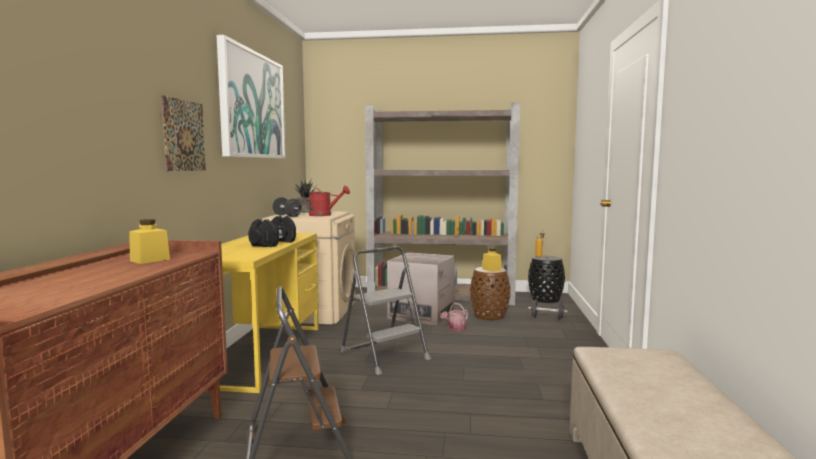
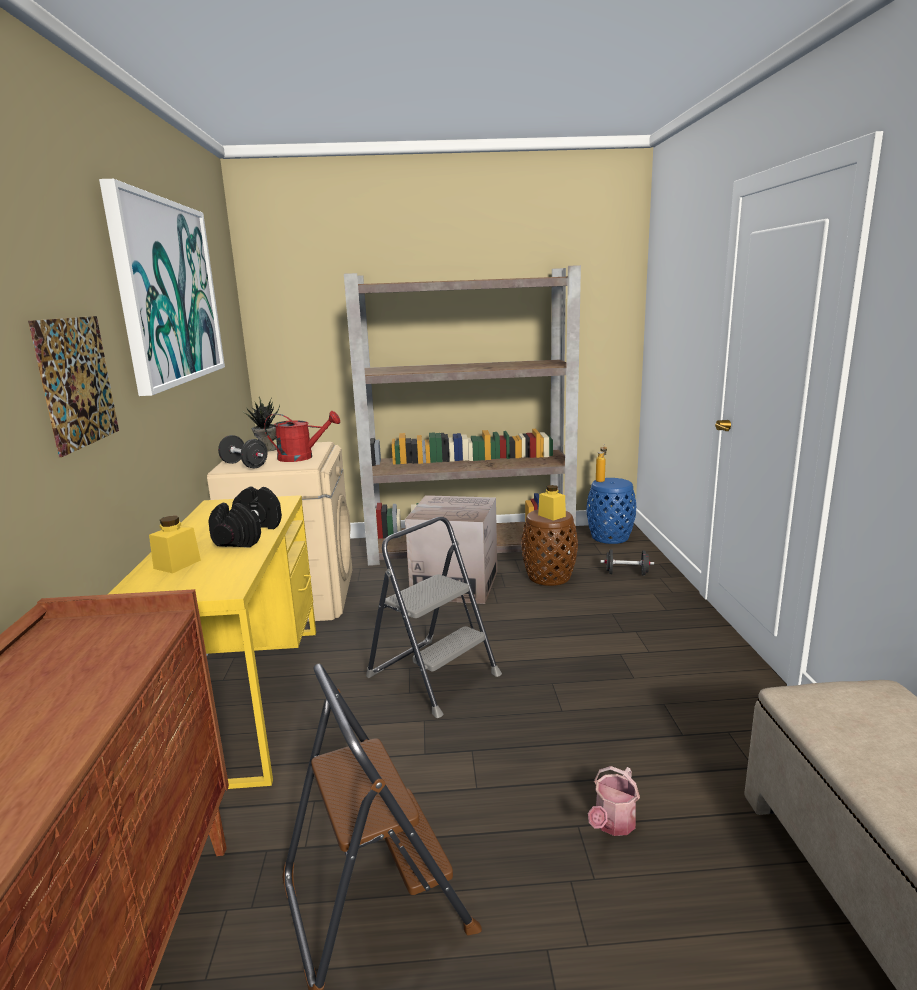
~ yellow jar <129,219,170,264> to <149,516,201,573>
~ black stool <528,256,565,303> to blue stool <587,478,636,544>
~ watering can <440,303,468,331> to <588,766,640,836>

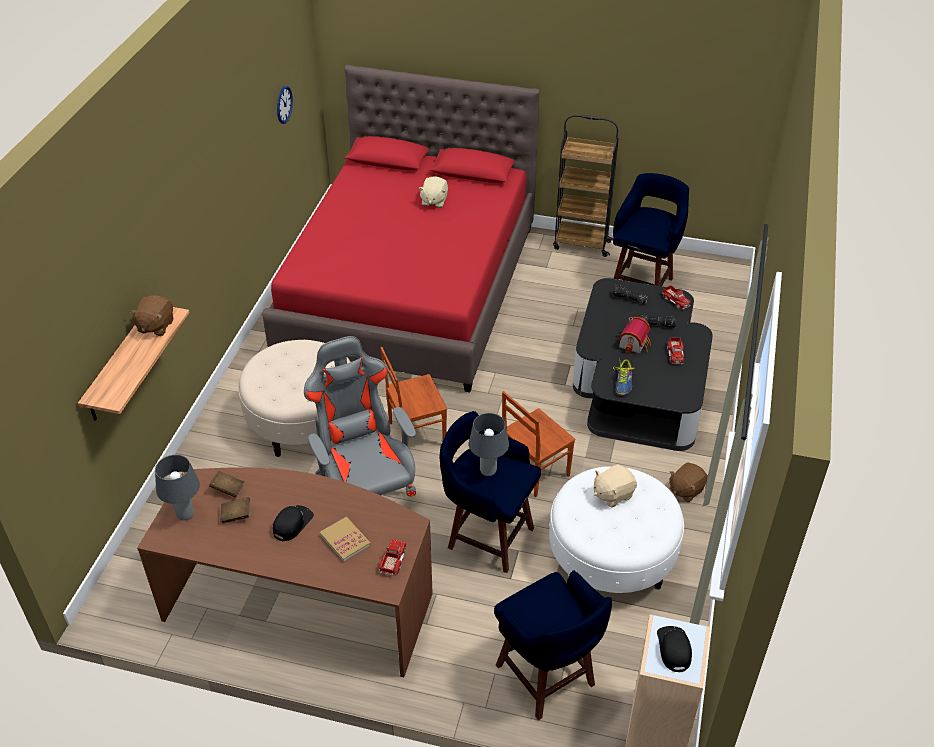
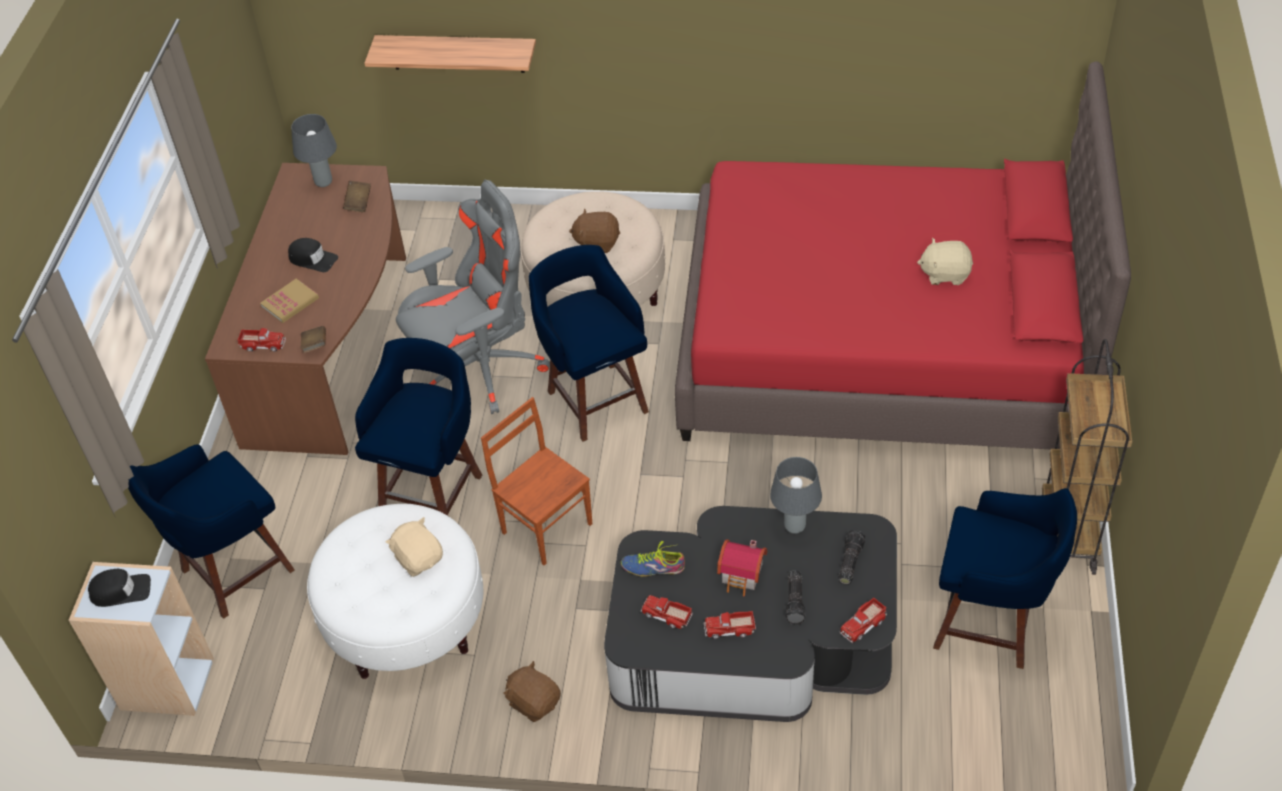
- wall clock <277,86,293,124>
~ brown plush toy <129,295,173,336> to <569,209,620,253>
~ brown chair <380,347,447,442> to blue stool <529,245,649,442>
~ grey table lamp <469,413,509,476> to <770,457,822,534>
~ brown book <220,497,250,524> to <301,326,326,353>
+ toy truck <641,595,693,629>

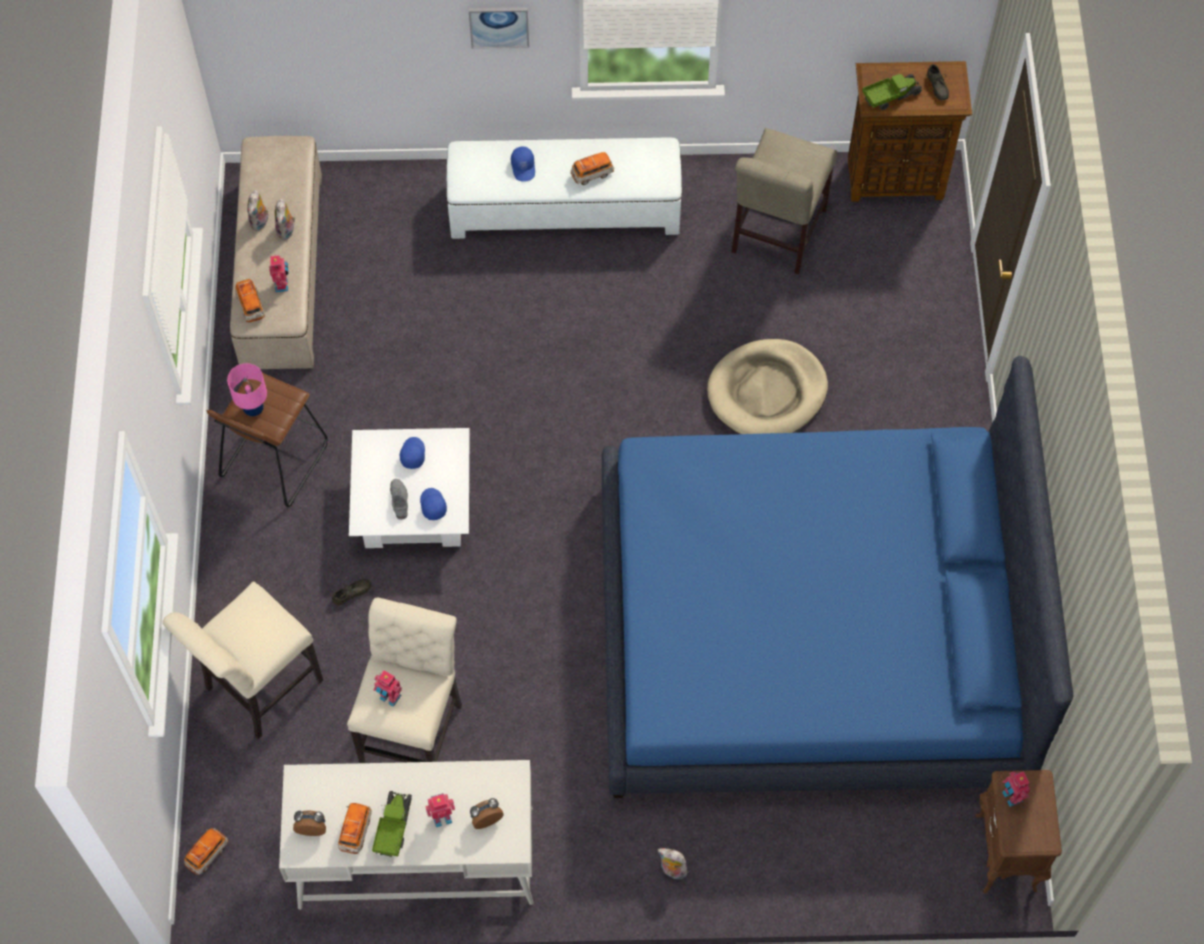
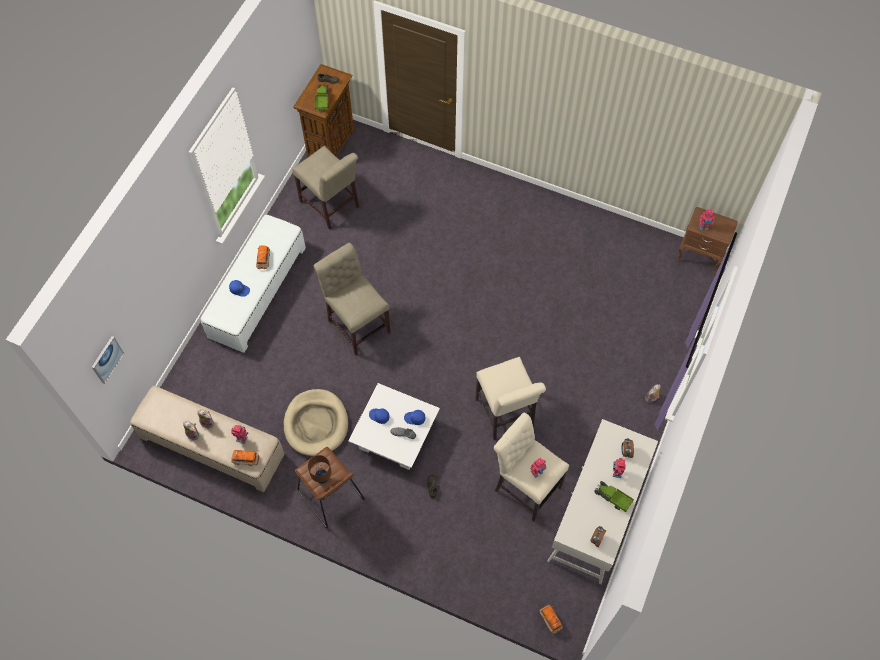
~ picture <469,7,529,48> to <92,336,124,384>
~ beige dog bed <707,339,828,434> to <284,389,348,456>
- blue bed <602,356,1073,798>
~ pink table lamp <227,363,267,416> to brown table lamp <308,455,331,484>
~ beige stool <163,582,323,739> to <475,357,546,440>
- toy car <338,803,372,854>
+ beige chair <314,243,391,355>

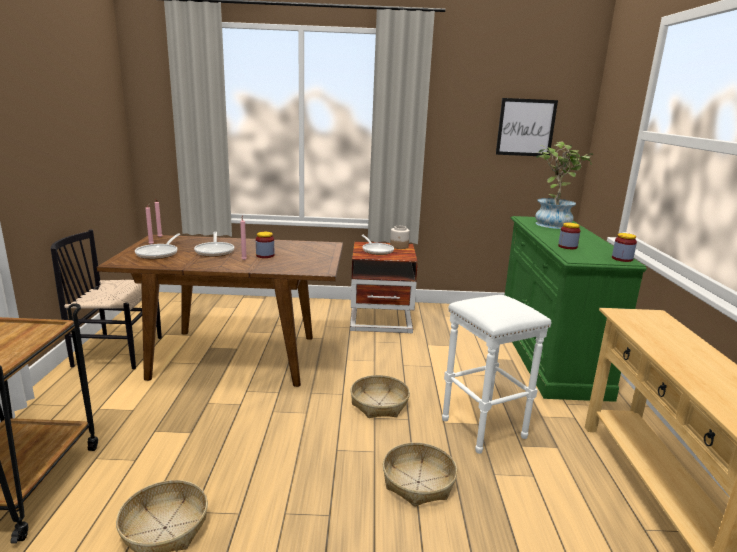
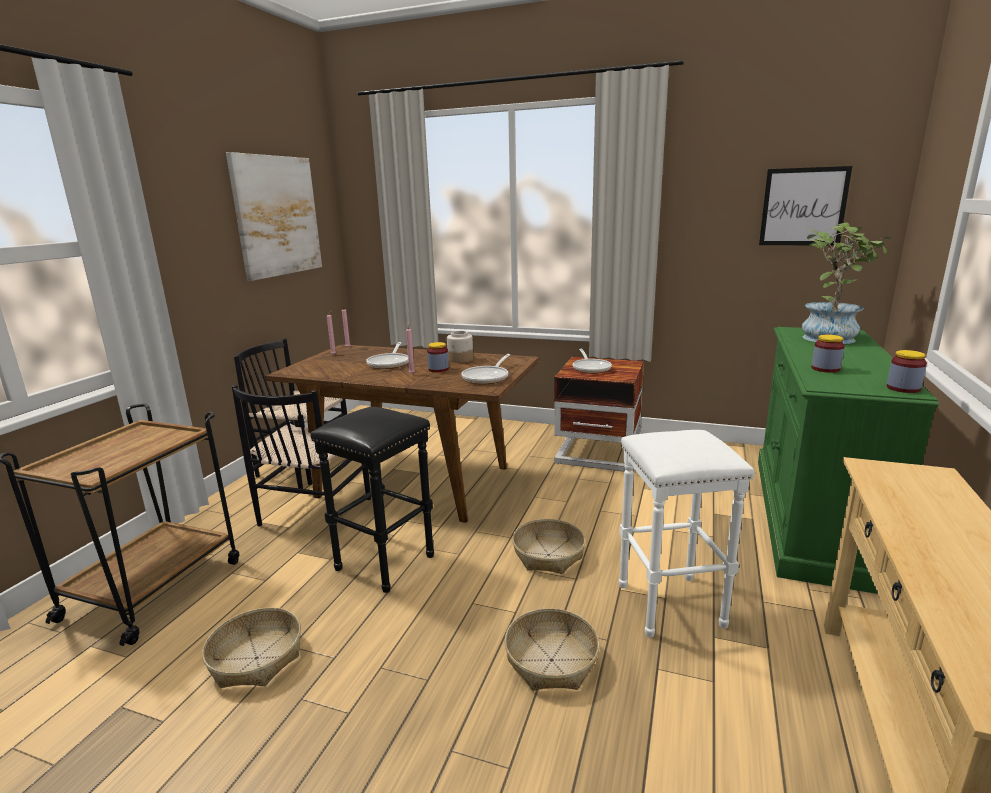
~ jar <390,226,410,249> to <447,331,473,363>
~ frying pan <135,234,180,259> to <462,354,510,384>
+ picture <226,152,322,281>
+ black chair <232,385,371,526>
+ black stool <310,407,434,593>

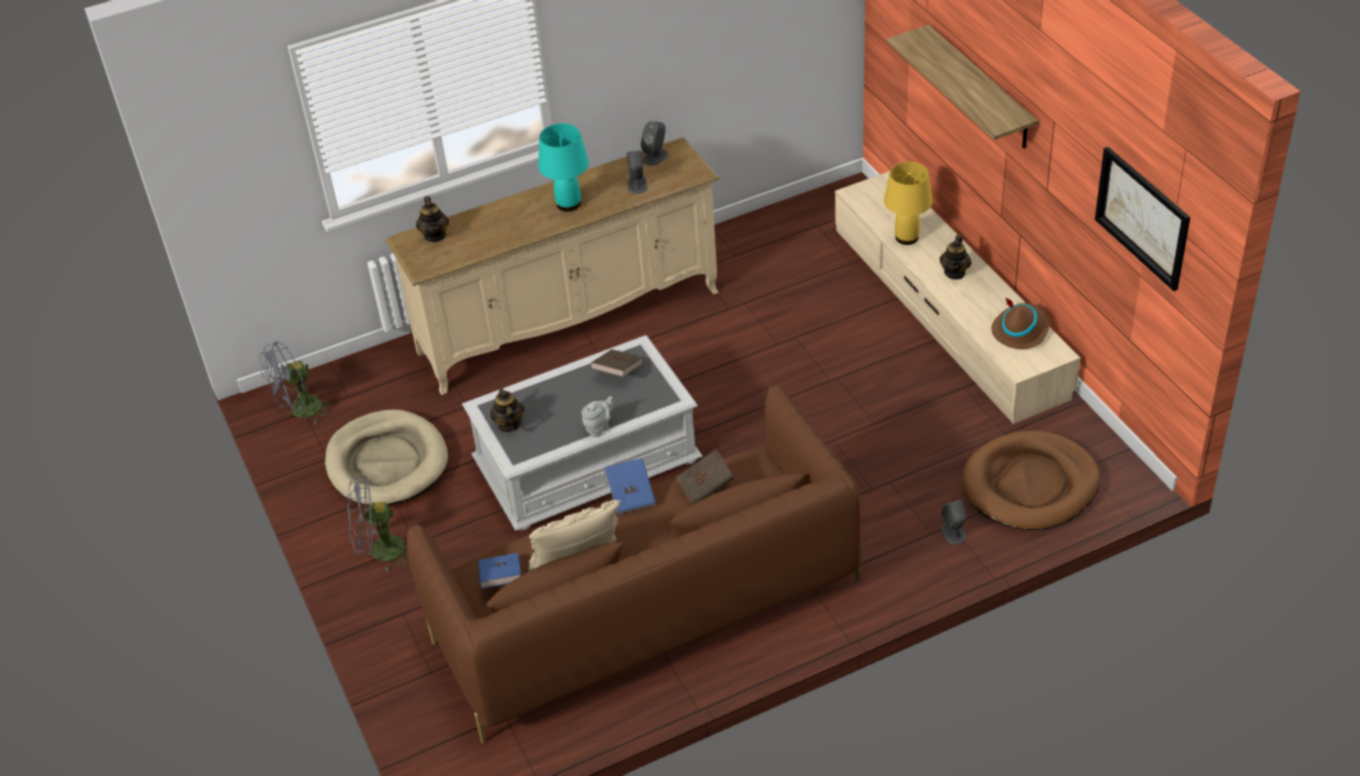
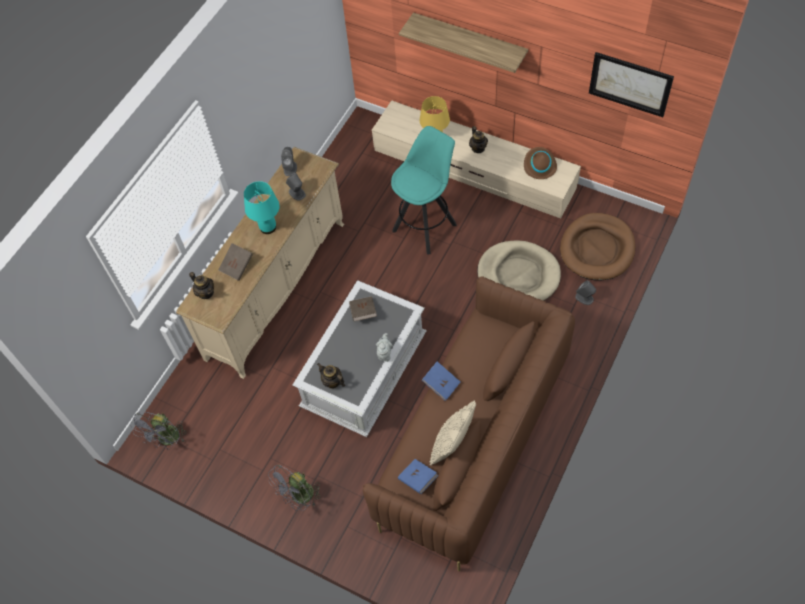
~ beige dog bed <325,409,448,506> to <477,240,561,301>
~ brown book <676,450,734,504> to <218,243,253,281>
+ turquoise stool <391,126,457,255>

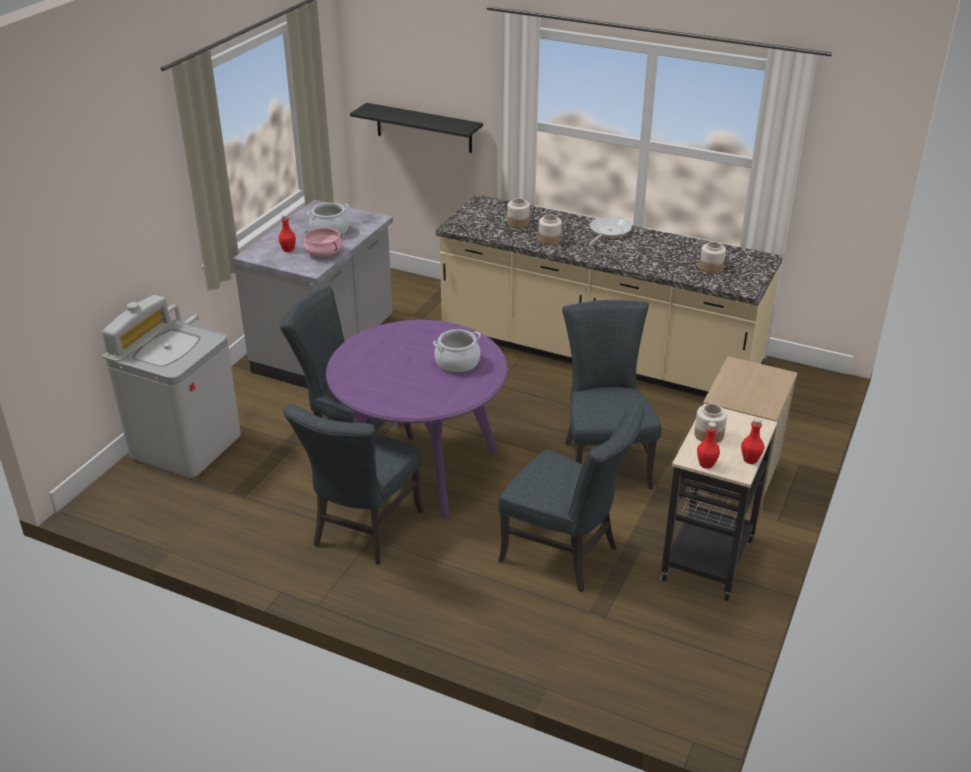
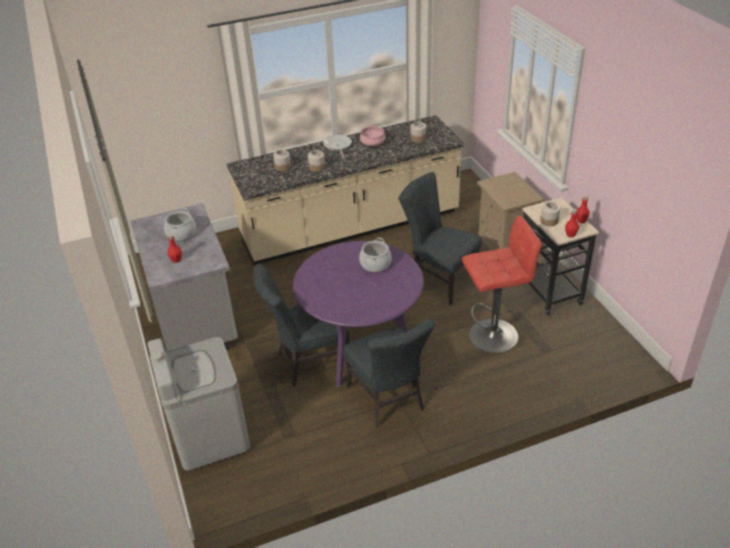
- black shelf <350,103,483,153>
~ pink cooking pot <303,227,342,257> to <358,126,388,146>
~ grey chair <498,404,645,593> to red stool <462,216,542,353>

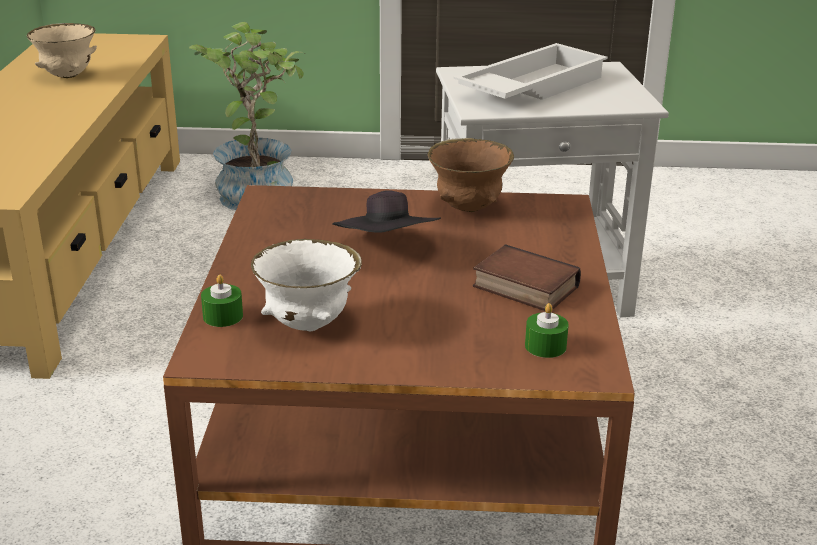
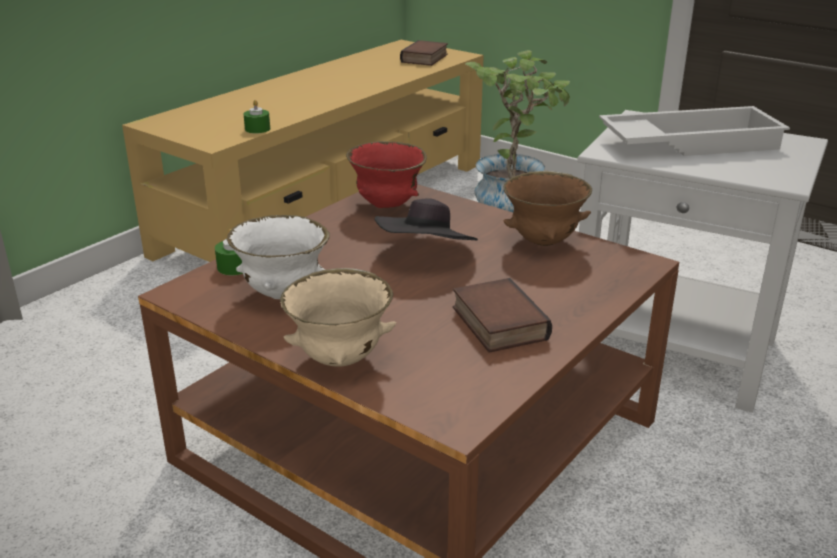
~ beige bowl <27,23,97,78> to <280,268,396,366>
~ green candle <525,303,569,358> to <243,100,270,133>
+ book <400,40,448,66>
+ red bowl <346,141,427,208>

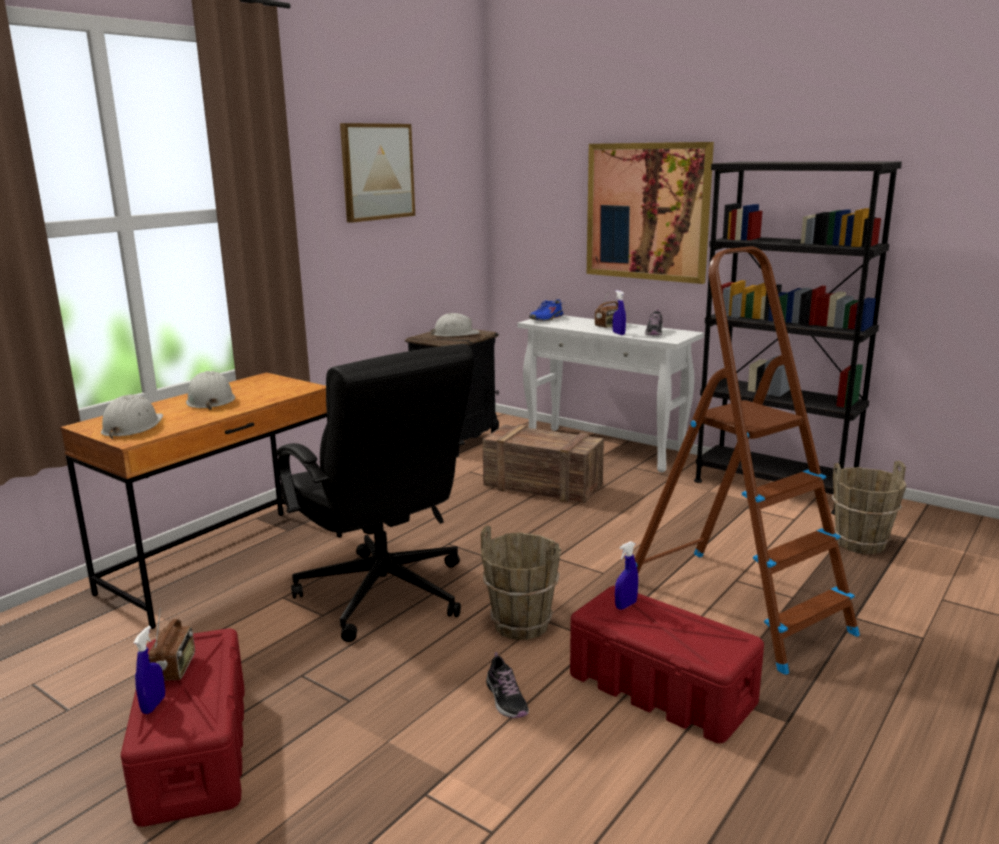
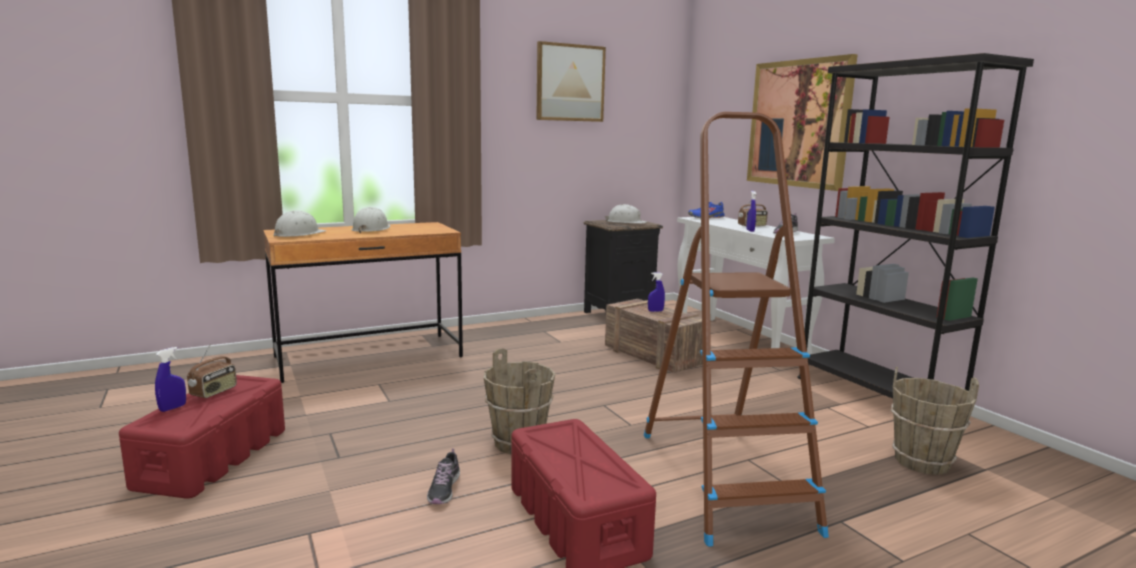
- black office chair <276,344,474,642>
~ blue spray bottle <615,541,638,610> to <648,272,665,312>

